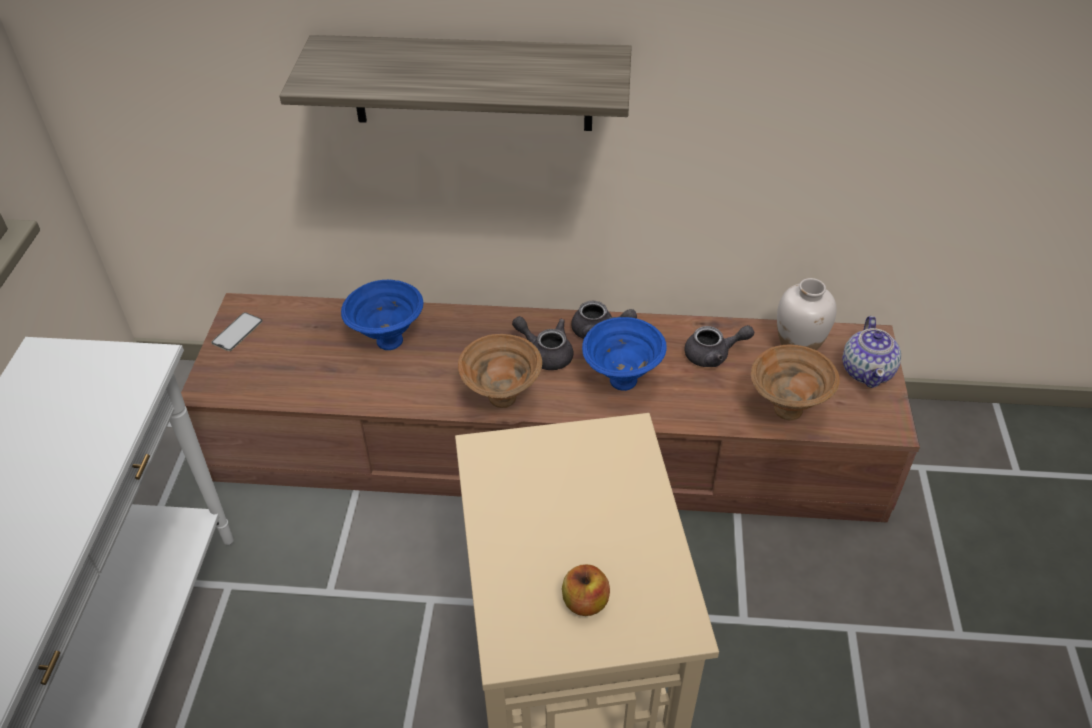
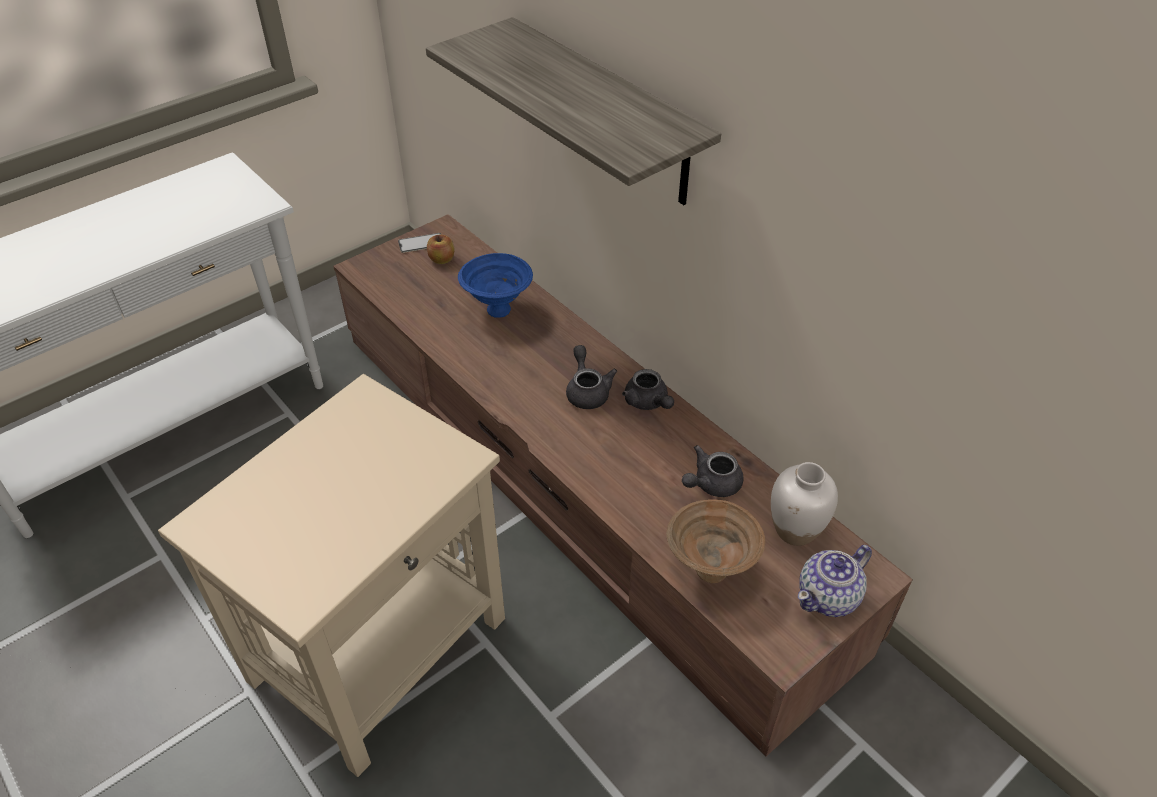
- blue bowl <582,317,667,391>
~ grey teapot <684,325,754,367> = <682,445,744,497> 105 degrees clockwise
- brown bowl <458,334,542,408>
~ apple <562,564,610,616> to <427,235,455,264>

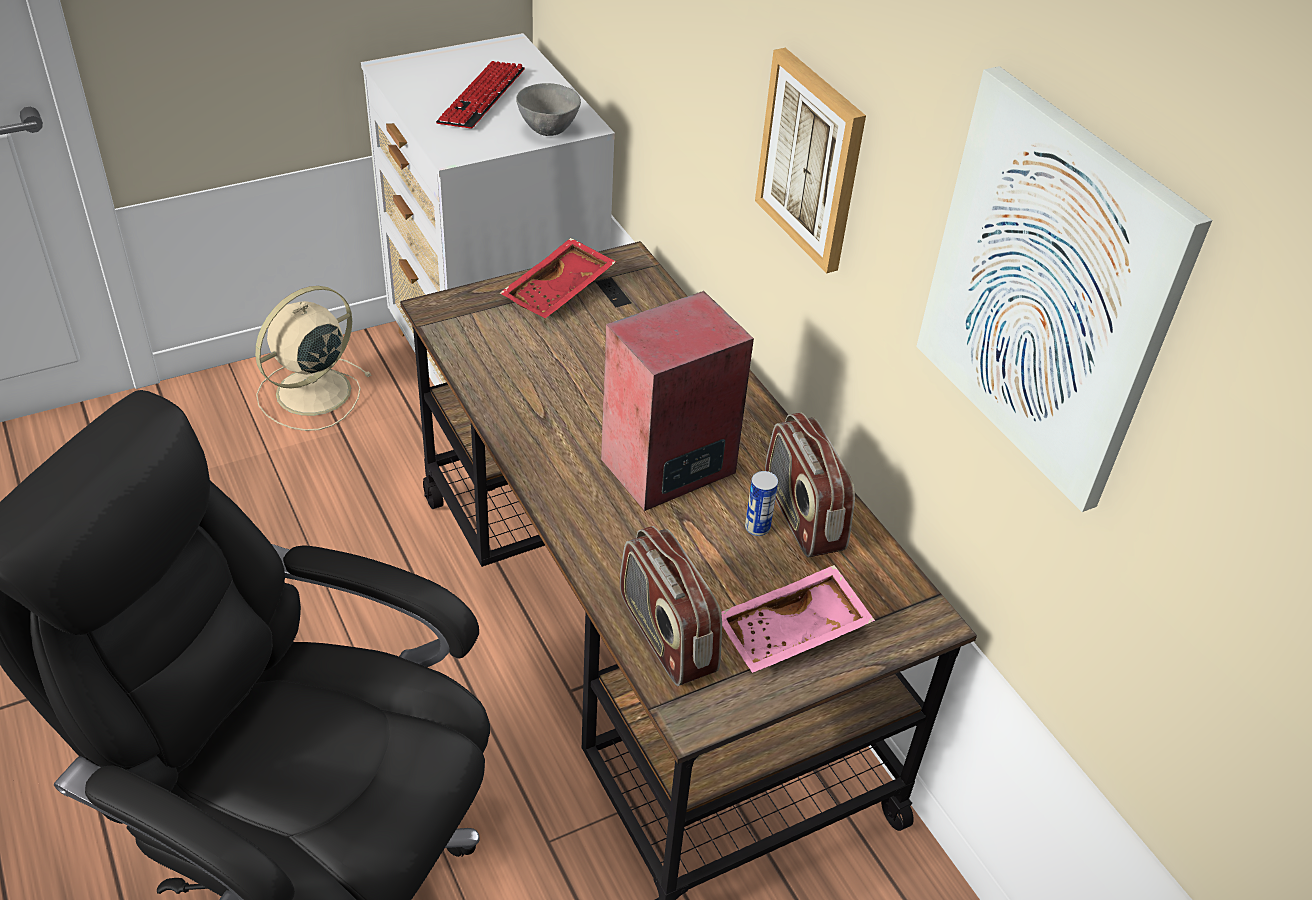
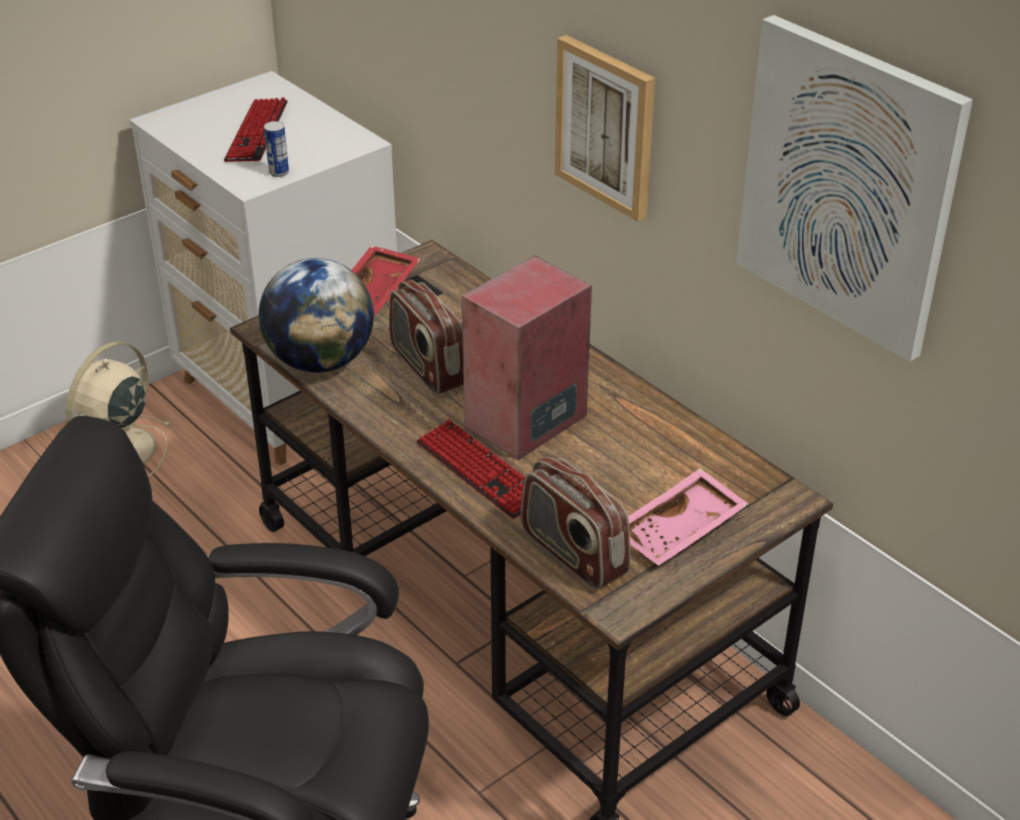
- grey bowl <516,83,581,136>
~ radio <765,413,855,557> to <389,279,464,394>
~ can <745,471,778,536> to <264,121,289,177>
+ globe <259,258,374,373>
+ keyboard <416,419,525,519>

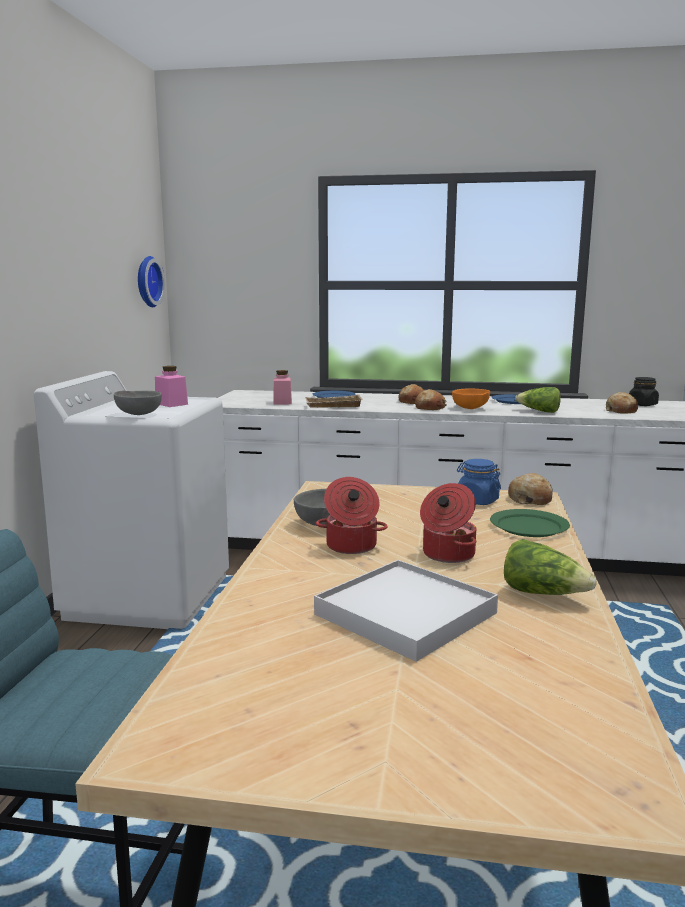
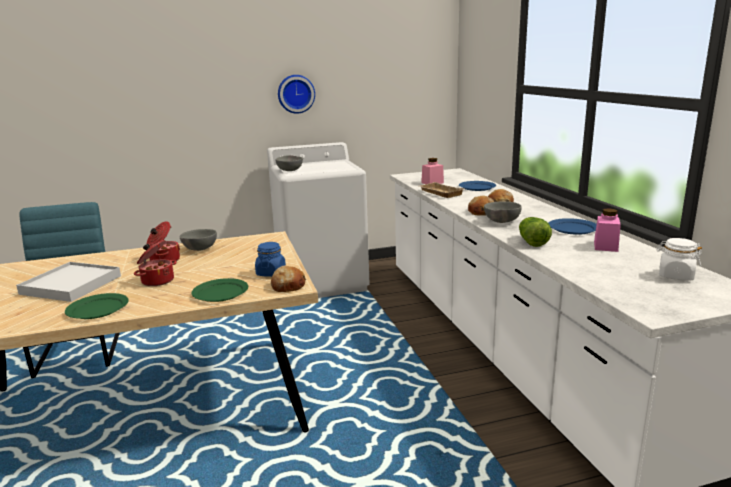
~ wall clock <138,256,165,307> to <278,75,315,114>
~ pink jar <155,366,188,407> to <594,208,621,252>
~ black jar <629,377,659,406> to white jar <657,238,702,281>
~ orange bowl <452,389,490,409> to grey bowl <484,201,522,223>
- bread <606,392,638,414>
~ lettuce <504,539,596,595> to green plate <65,293,129,319>

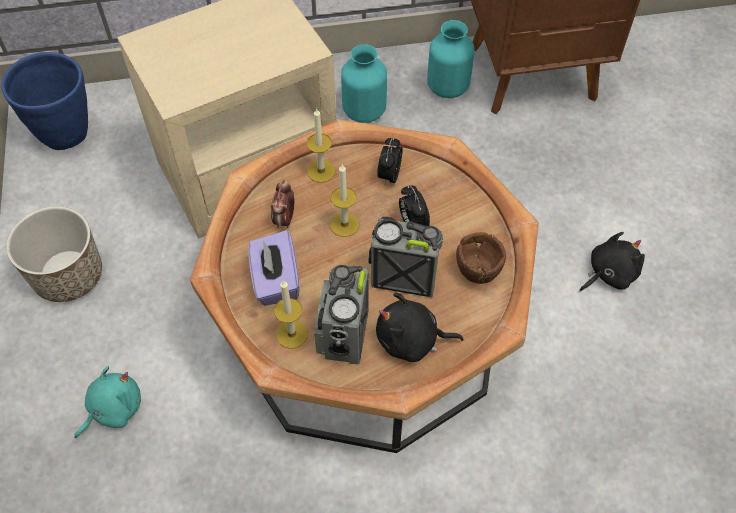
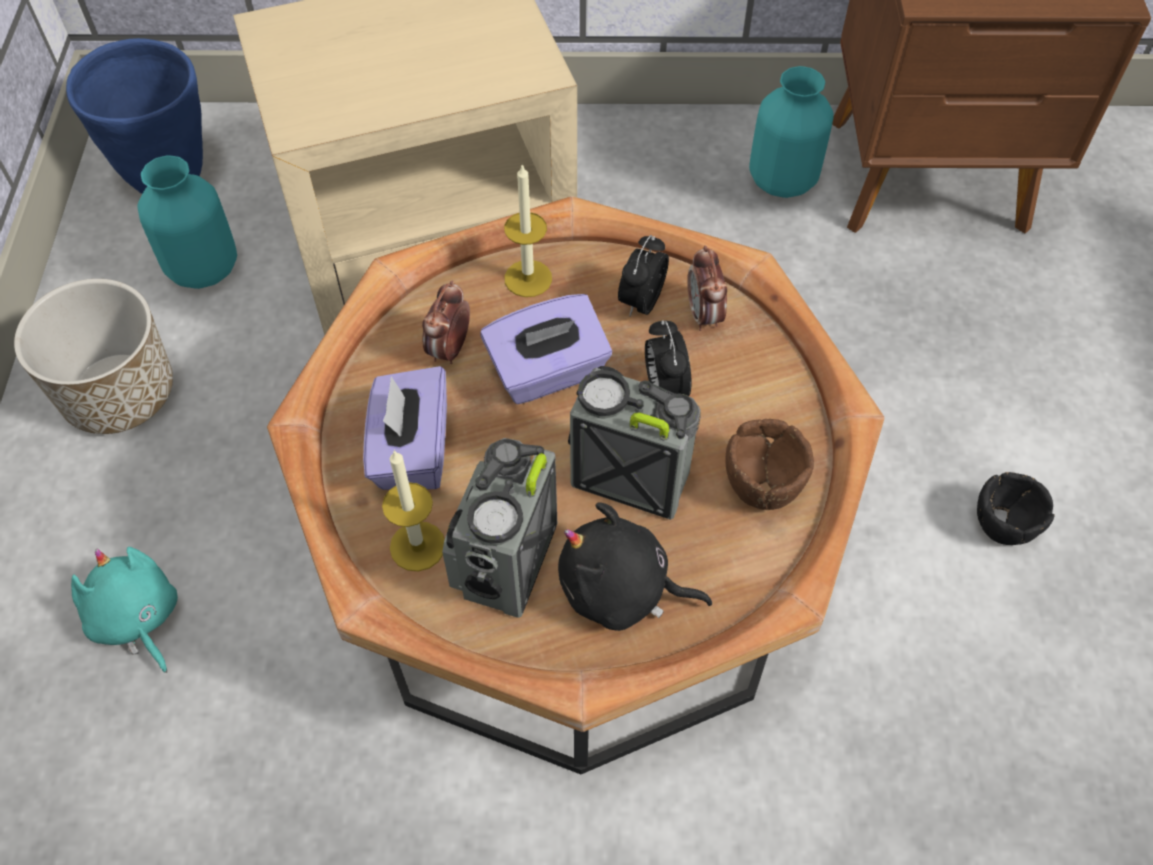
~ turquoise vase <341,45,387,123> to <137,155,237,289>
~ candle <330,164,359,237> to purple tissue box <480,294,612,404>
~ black plush toy <580,232,645,291> to black bowl <977,472,1055,545>
~ turquoise plush toy <74,366,141,438> = <71,547,178,673> 90 degrees counterclockwise
+ alarm clock <687,246,727,331>

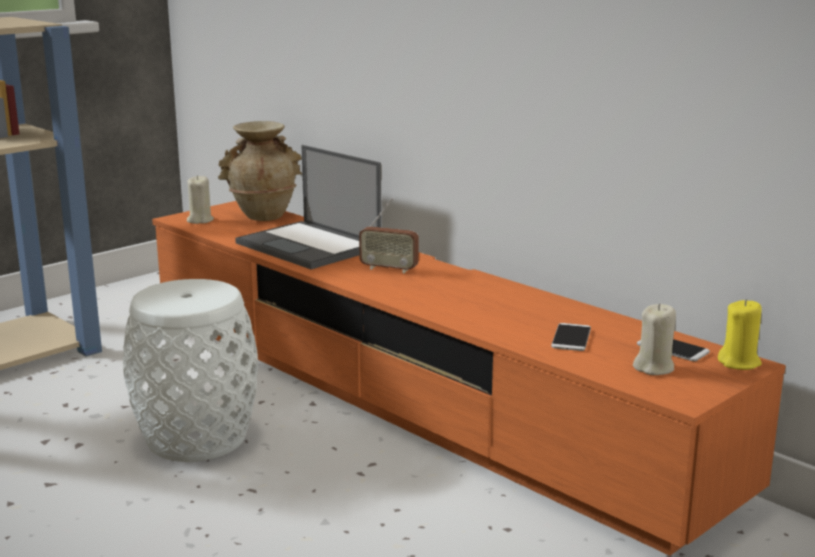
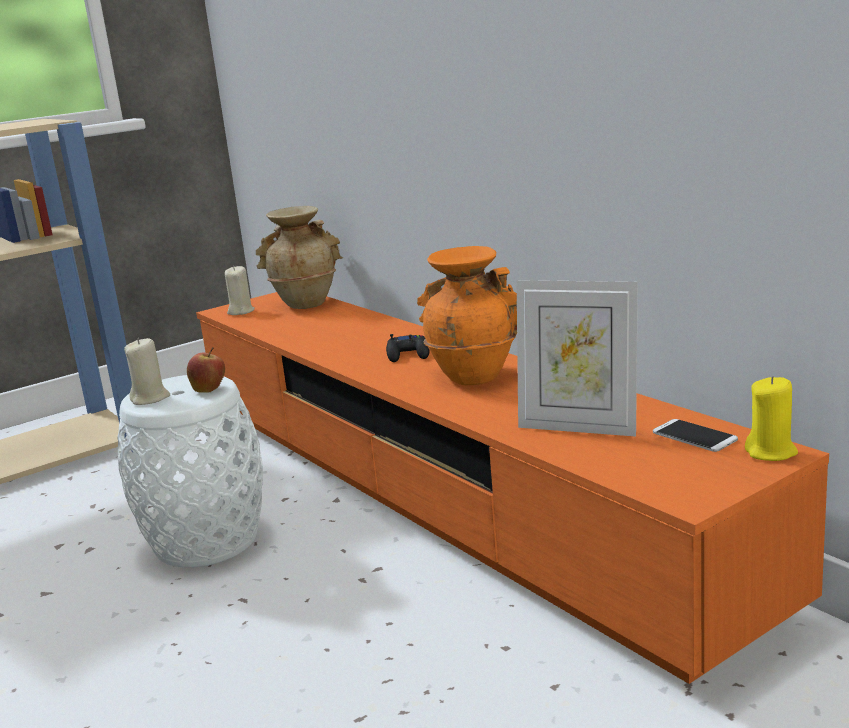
- laptop <235,145,382,269>
~ radio <359,198,419,273> to black game controller <386,334,430,362>
~ beige candle <633,303,676,375> to <124,338,170,405>
~ phone <551,323,591,351> to picture frame <517,280,638,437>
+ orange vase <417,246,517,385>
+ apple <187,347,225,393>

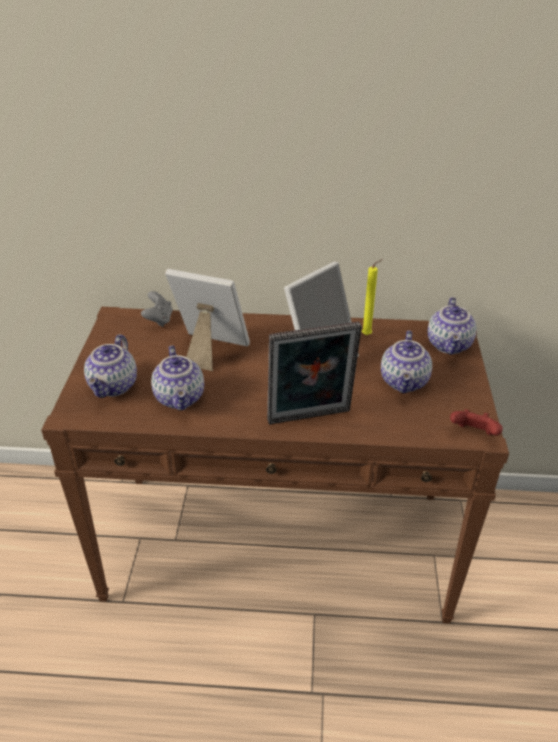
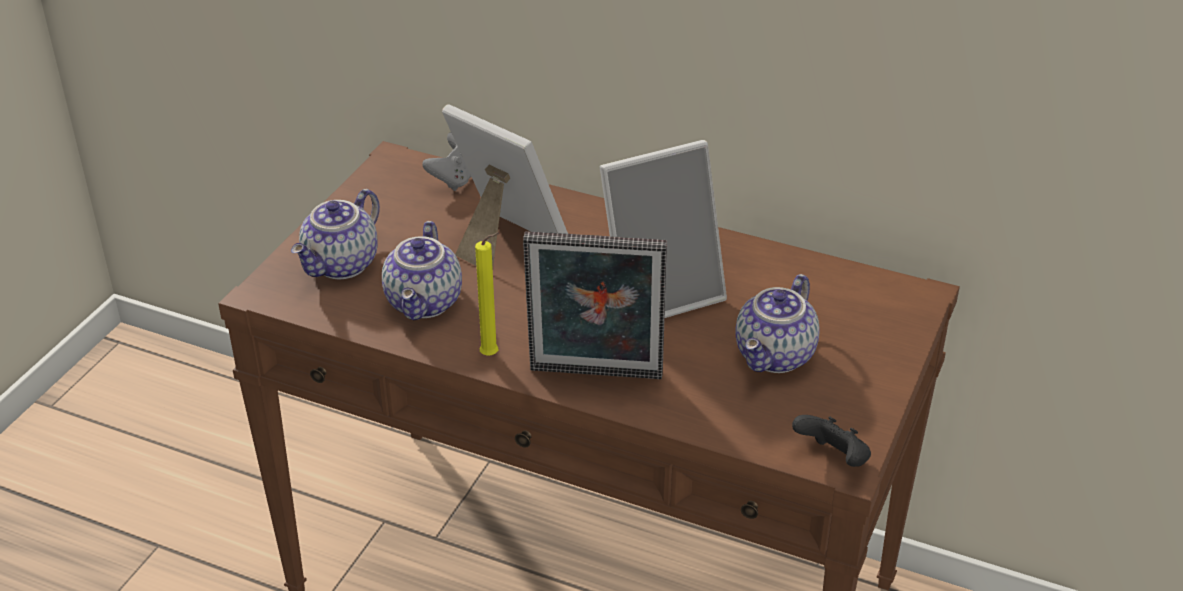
~ yellow candle <362,259,383,335> to <475,232,500,356>
- teapot <428,297,477,355>
~ red game controller <450,409,503,436> to black game controller <792,415,871,467>

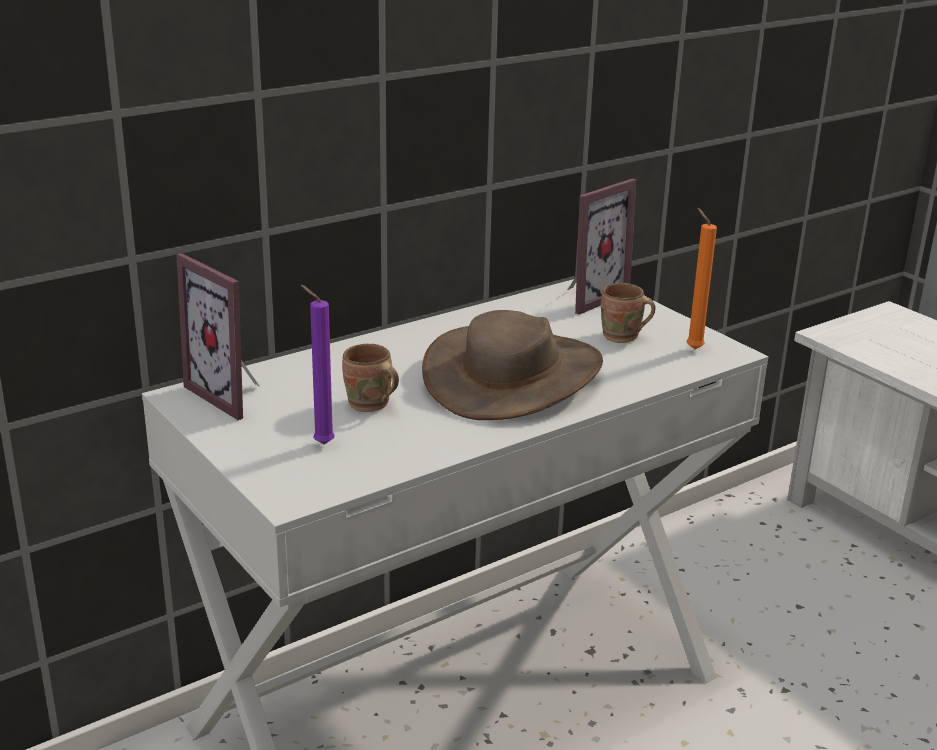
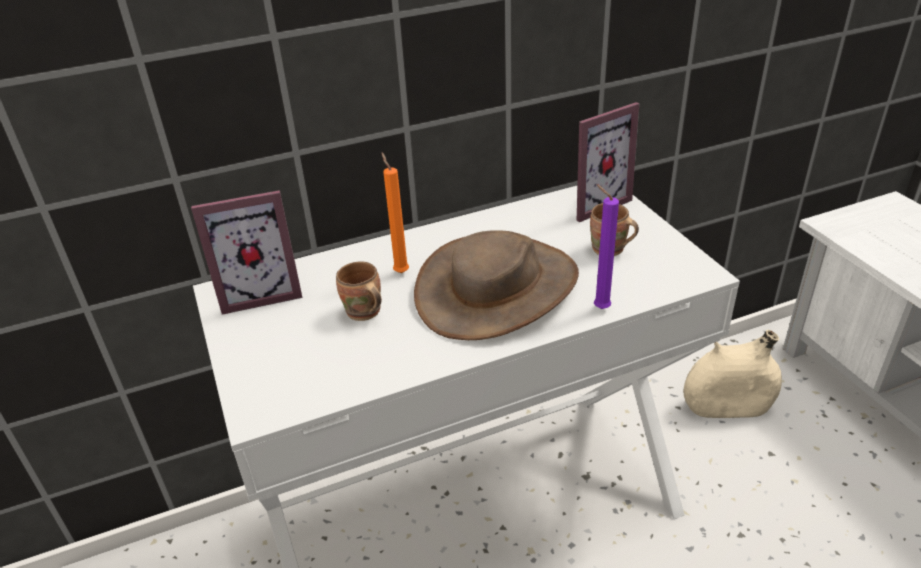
~ orange candle <687,208,717,349> to <382,153,409,273>
~ picture frame <176,253,260,420> = <191,190,303,315> 75 degrees counterclockwise
~ purple candle <301,285,335,445> to <594,184,619,309>
+ beige vase <683,330,782,418>

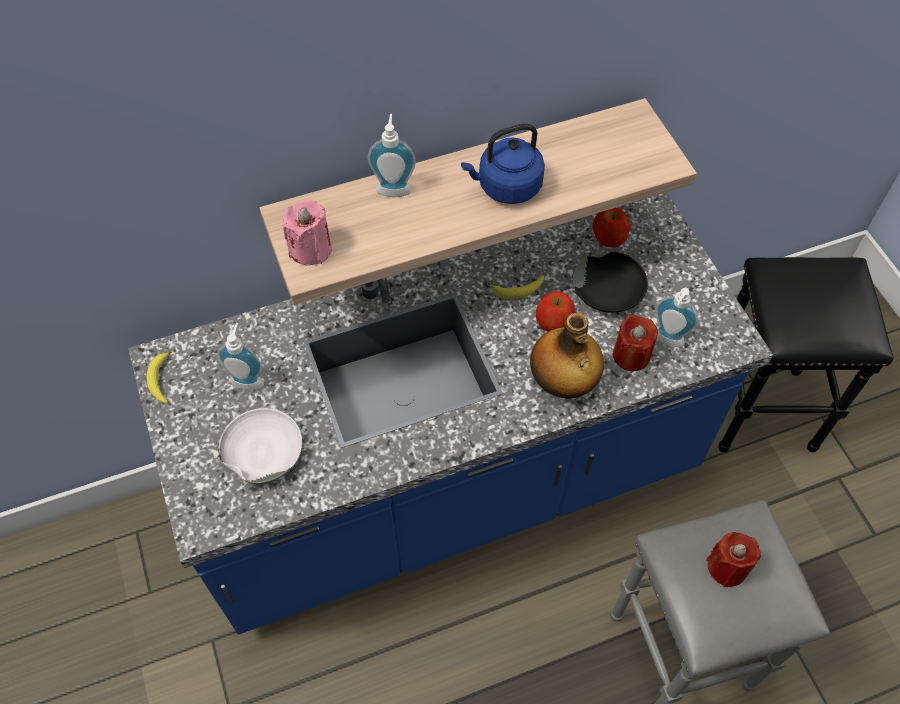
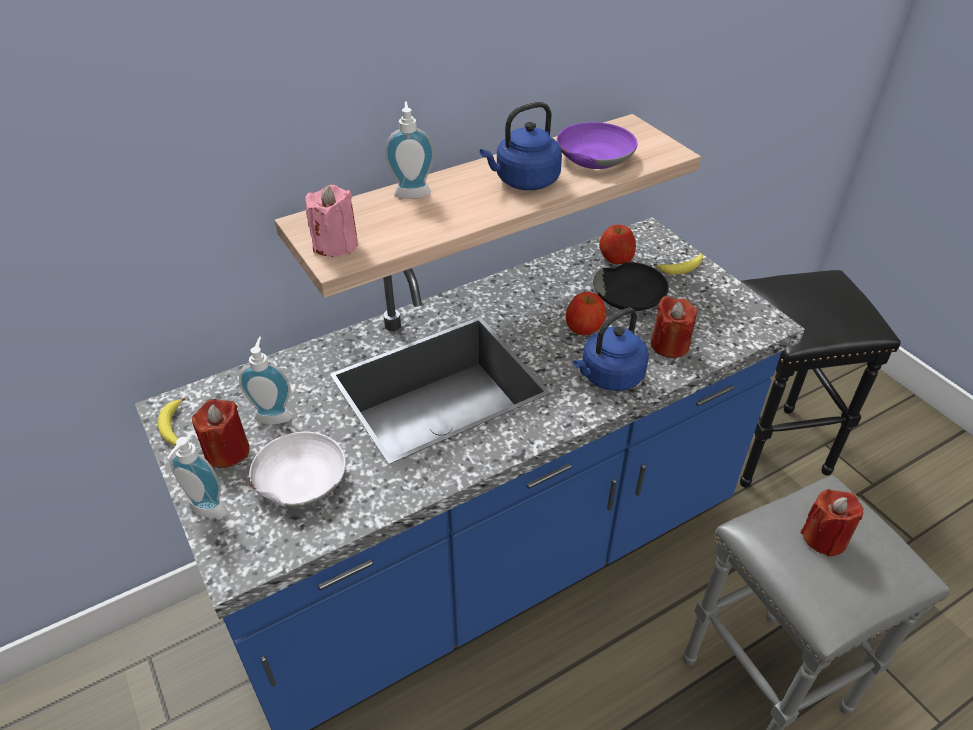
~ banana <488,275,544,299> to <654,253,703,275>
~ soap dispenser <656,288,698,347> to <167,437,227,518>
~ bottle <530,313,604,399> to blue kettle <573,308,649,391>
+ purple bowl <557,122,637,169>
+ red candle <192,399,249,468>

